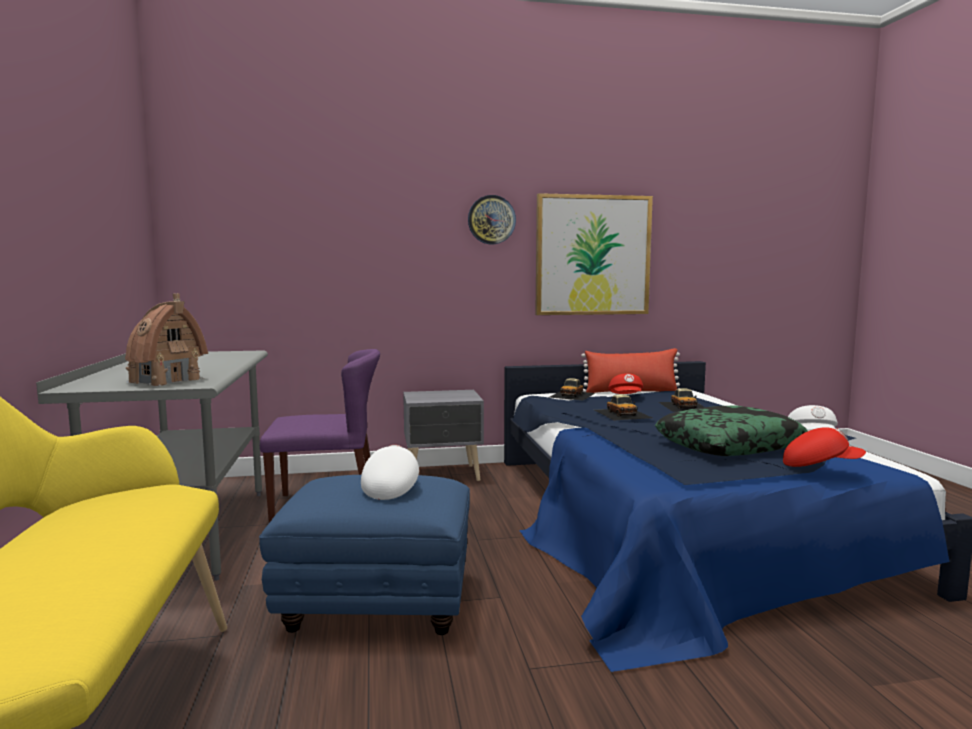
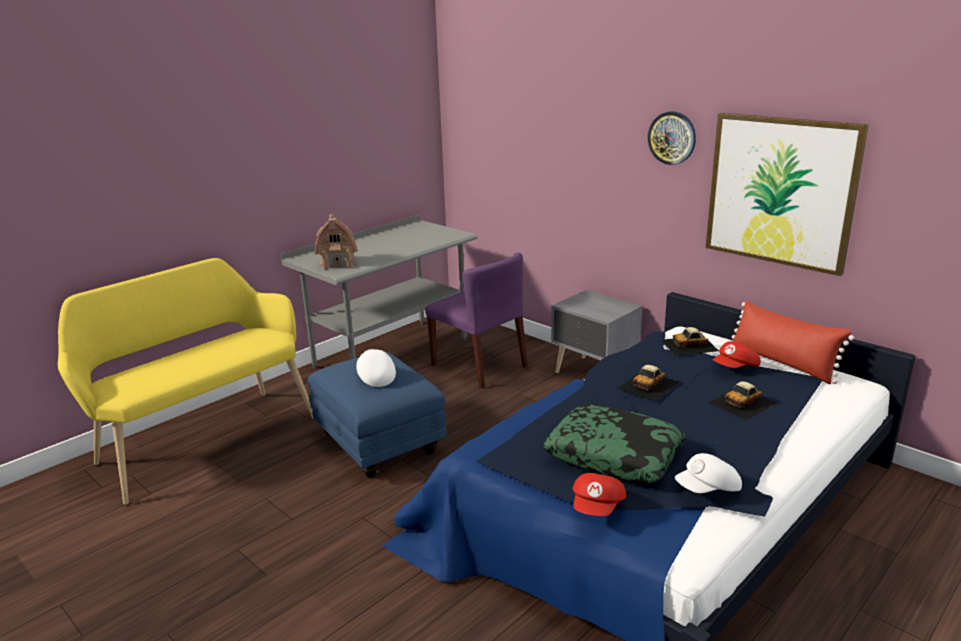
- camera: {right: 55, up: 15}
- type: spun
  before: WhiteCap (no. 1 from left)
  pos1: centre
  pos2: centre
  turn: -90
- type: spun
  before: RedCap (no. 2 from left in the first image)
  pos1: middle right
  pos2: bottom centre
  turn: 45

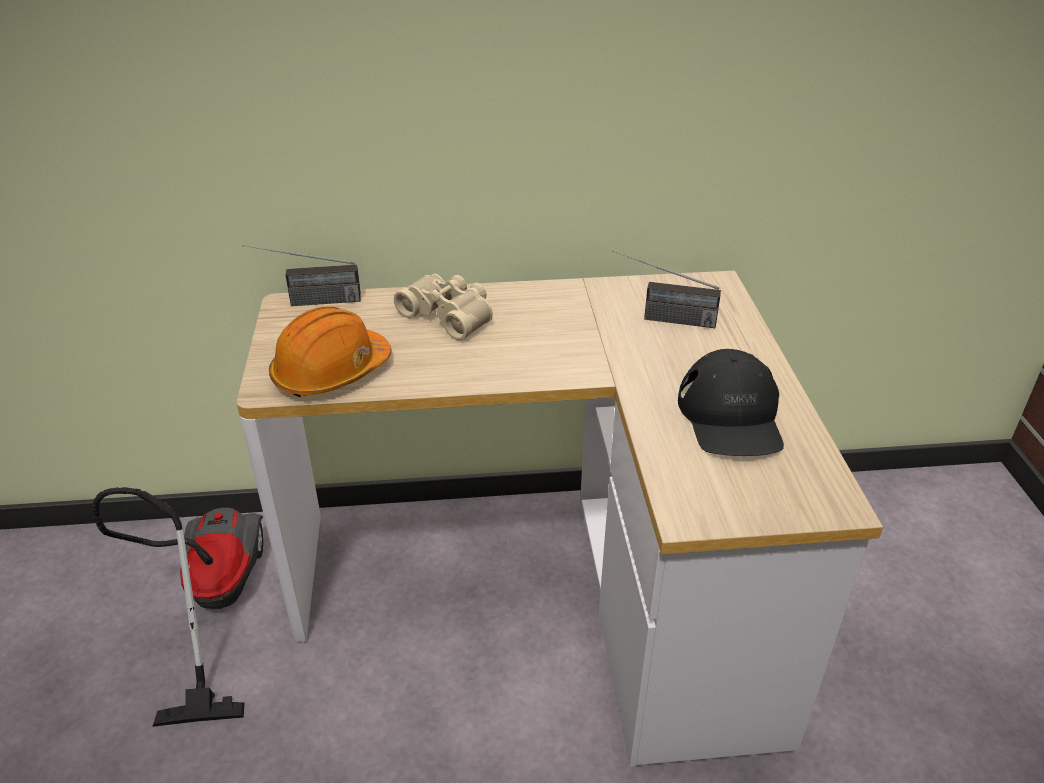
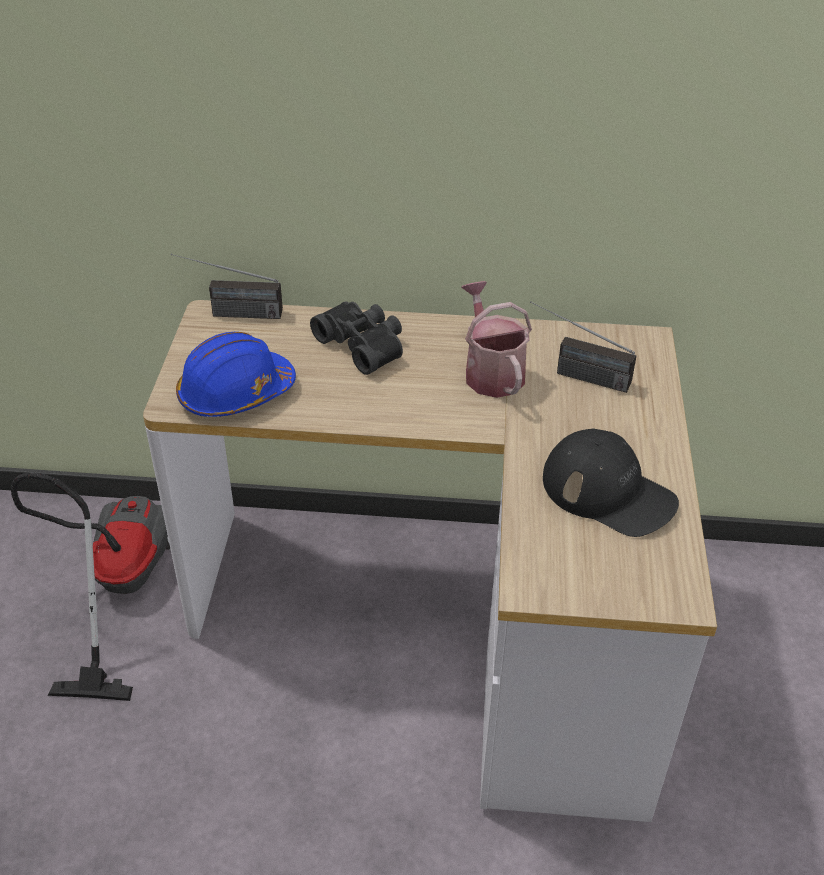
- camera: {right: 10, up: 5}
- type: appeared
  after: WateringCan
  pos2: centre
- type: colour
  before: OrangeHardHat
  after: BlueHardHat
  pos1: middle left
  pos2: middle left
- type: colour
  before: BeigeBinoculars
  after: BlackBinoculars
  pos1: centre
  pos2: centre
- type: spun
  before: BlackCap
  pos1: middle right
  pos2: middle right
  turn: -60

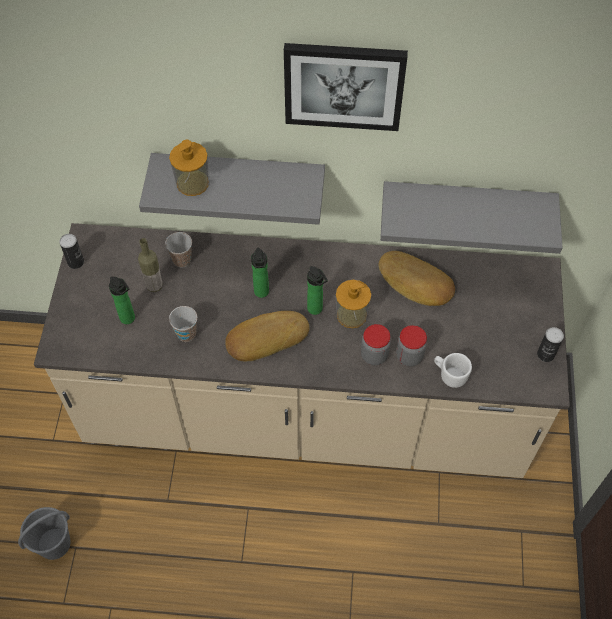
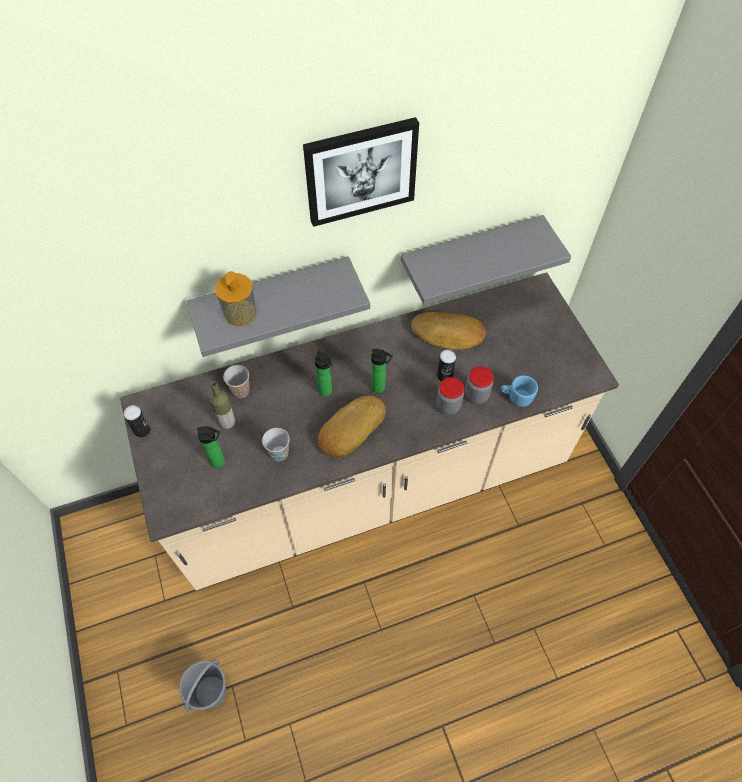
- camera: {right: -25, up: 0}
- type: missing
  before: SoapDispenser (no. 2 from left)
  pos1: centre
- type: relocated
  before: Can (no. 2 from left)
  pos1: middle right
  pos2: centre
- type: colour
  before: WhiteMug
  after: BlueMug
  pos1: middle right
  pos2: middle right

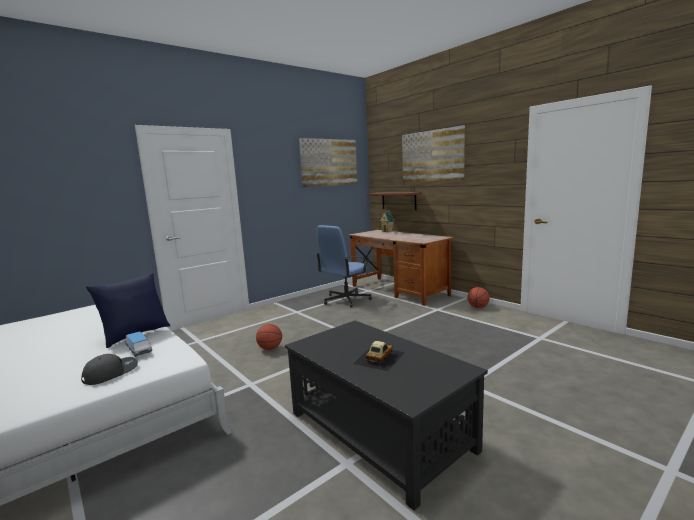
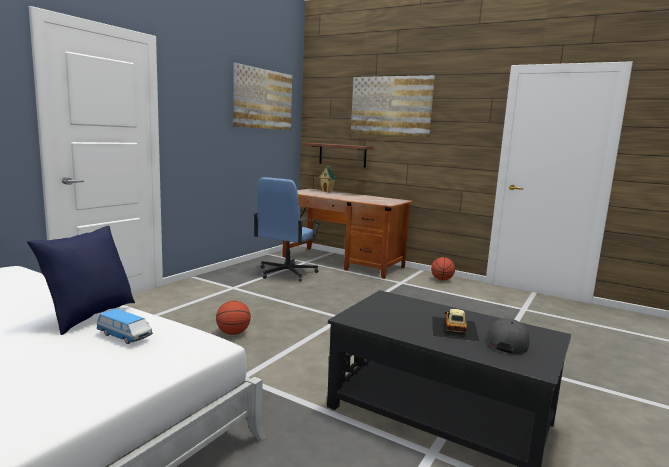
- camera: {right: -20, up: 0}
- type: relocated
  before: GreyCap
  pos1: bottom left
  pos2: bottom right

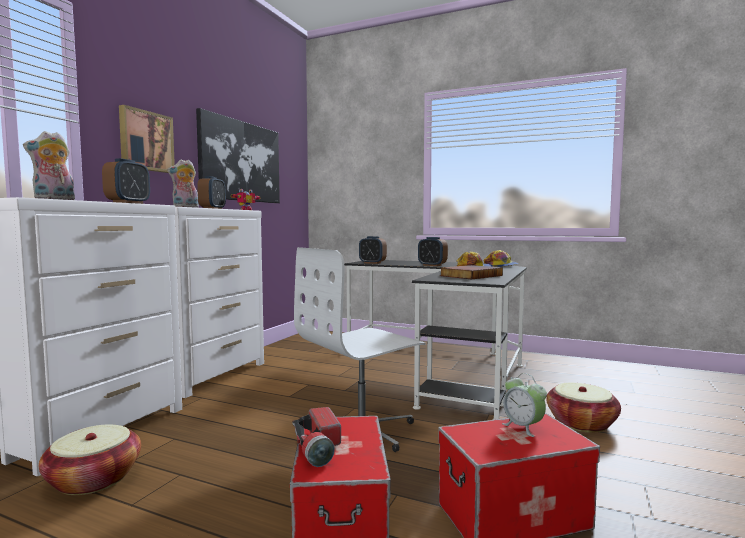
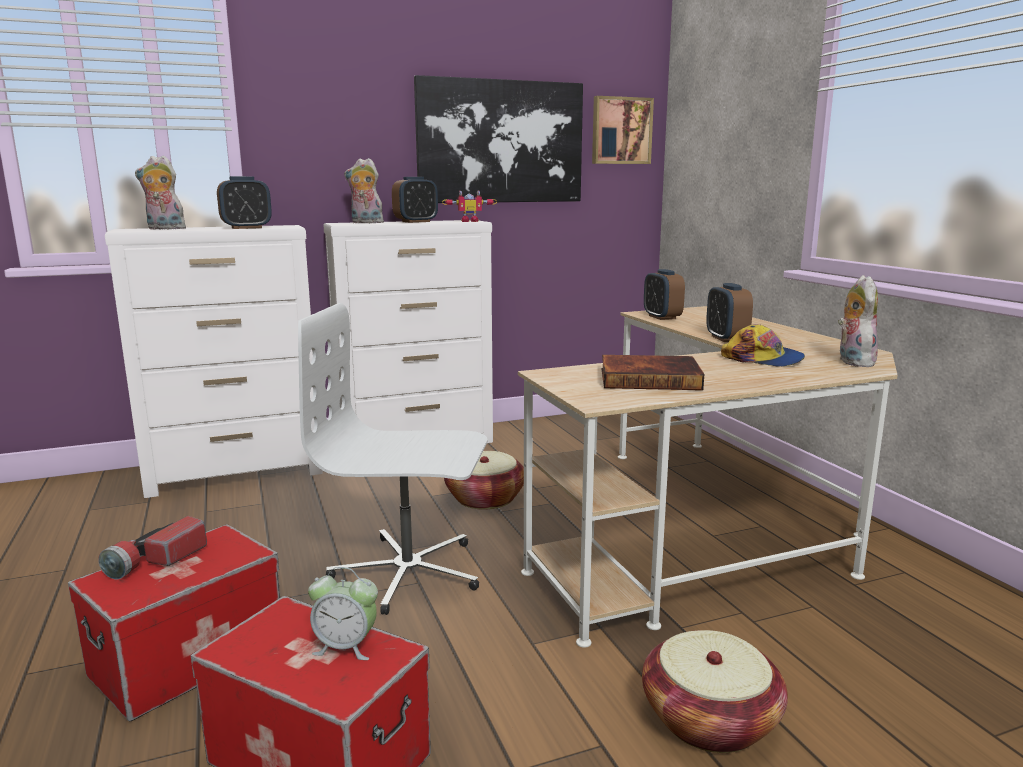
- camera: {right: 45, up: 10}
- type: relocated
  before: Basket (no. 1 from left)
  pos1: bottom left
  pos2: centre
- type: relocated
  before: Picture (no. 1 from left in the first image)
  after: Picture (no. 2 from left)
  pos1: top left
  pos2: top centre
- type: exchanged
  before: Cap (no. 2 from left)
  after: PlushToy (no. 3 from left)
  pos1: middle right
  pos2: middle right
- type: colour
  before: BlackDesk
  after: BeigeDesk
  pos1: centre
  pos2: middle right
- type: spun
  before: AlarmClock (no. 5 from left in the first image)
  pos1: bottom right
  pos2: bottom centre
  turn: -90

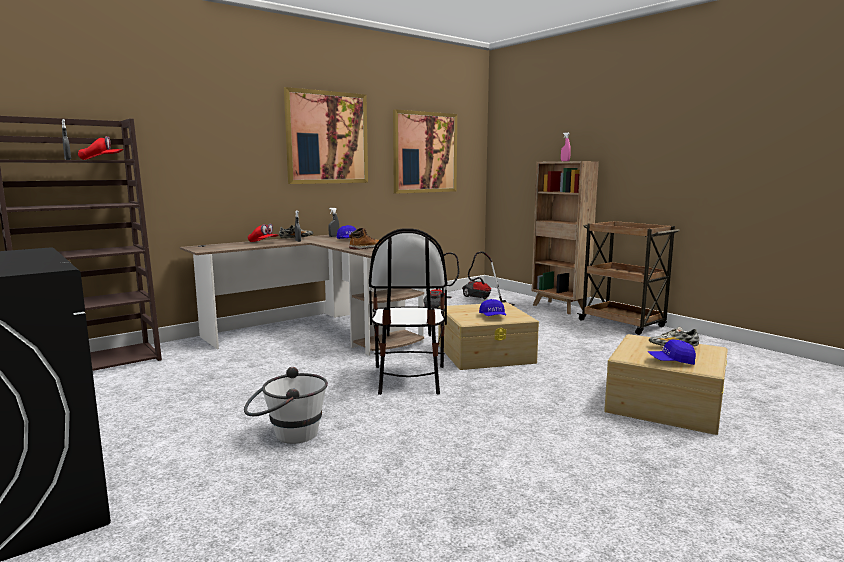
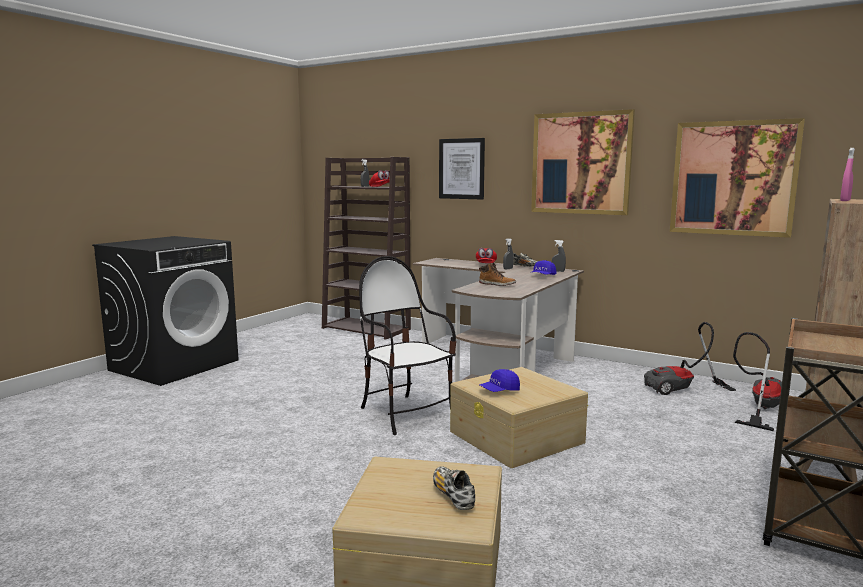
- camera: {right: 70, up: 0}
- type: missing
  before: WhiteBucket
  pos1: bottom centre
- type: missing
  before: BlueCap (no. 3 from left)
  pos1: middle right
- type: appeared
  after: Picture (no. 1 from left)
  pos2: top centre
- type: spun
  before: Chair
  pos1: centre
  pos2: centre
  turn: 75

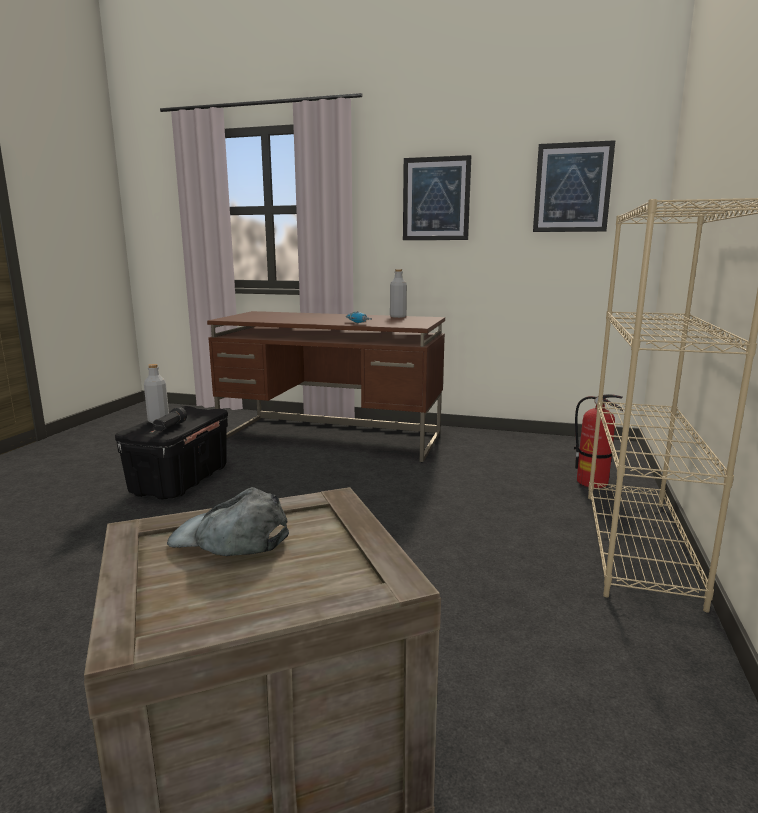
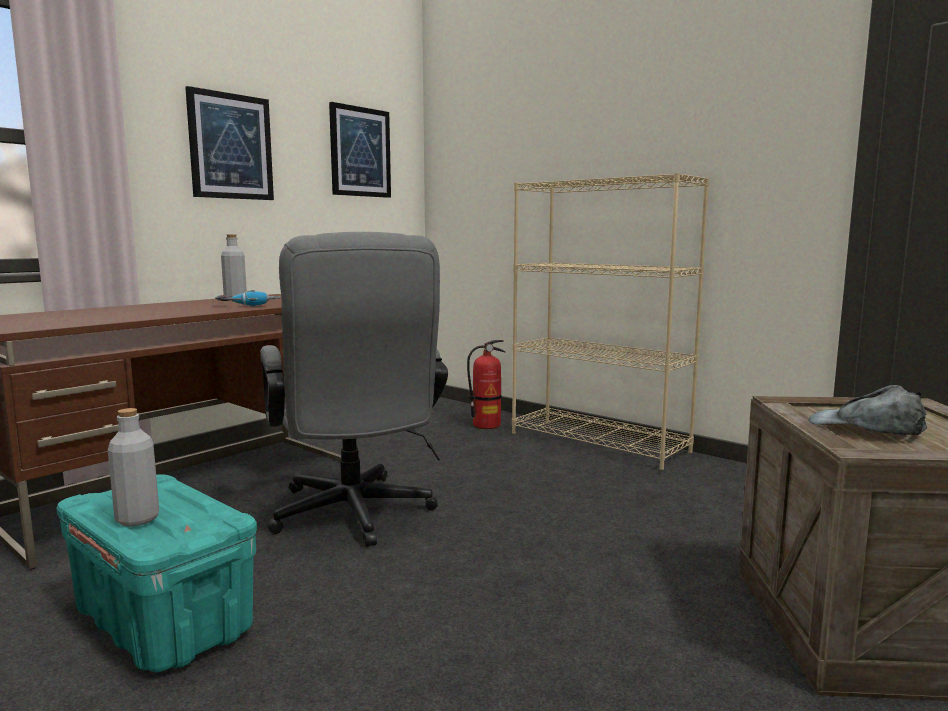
- camera: {right: -65, up: -5}
- type: missing
  before: BlackFlashlight
  pos1: middle left
- type: appeared
  after: GreyOfficeChair
  pos2: centre
- type: colour
  before: BlackStorageBox
  after: TurquoiseStorageBox
  pos1: middle left
  pos2: bottom left
- type: spun
  before: GreyCap
  pos1: middle left
  pos2: middle right
  turn: 90

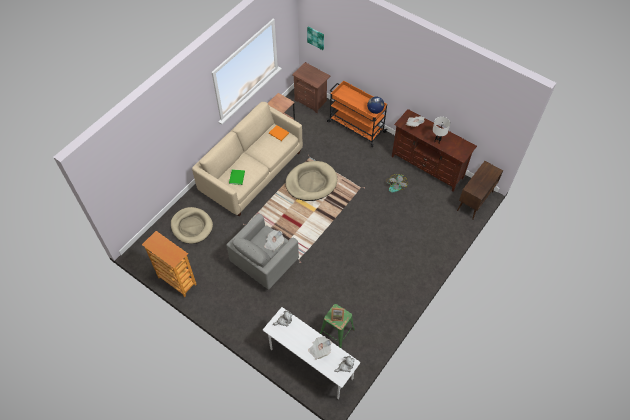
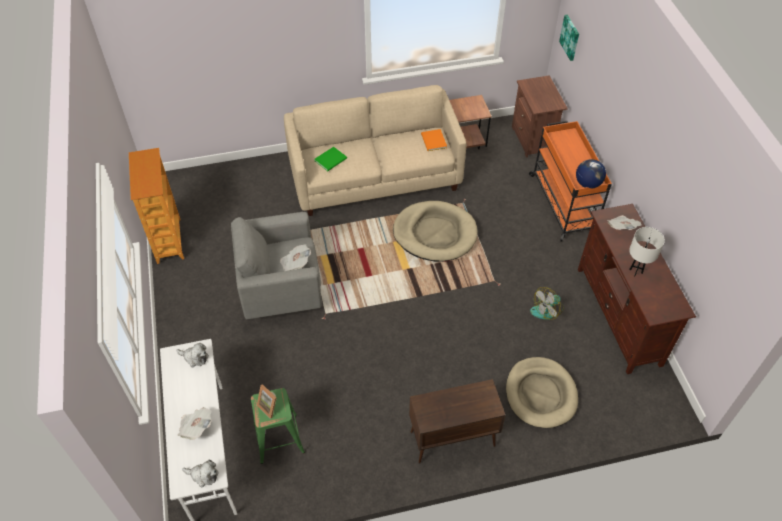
- camera: {right: 40, up: -5}
- type: relocated
  before: BeigeDogBed (no. 1 from left in the first image)
  after: BeigeDogBed (no. 2 from left)
  pos1: middle left
  pos2: bottom right
- type: relocated
  before: BrownCabinet
  pos1: middle right
  pos2: bottom centre

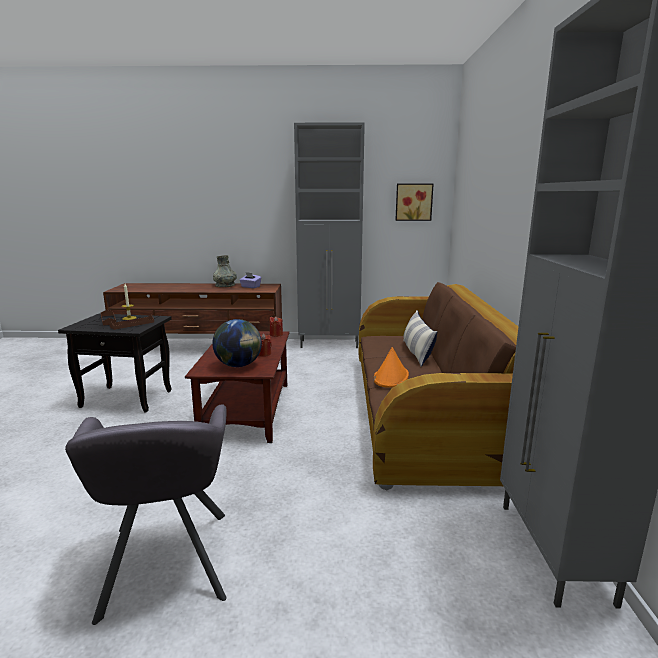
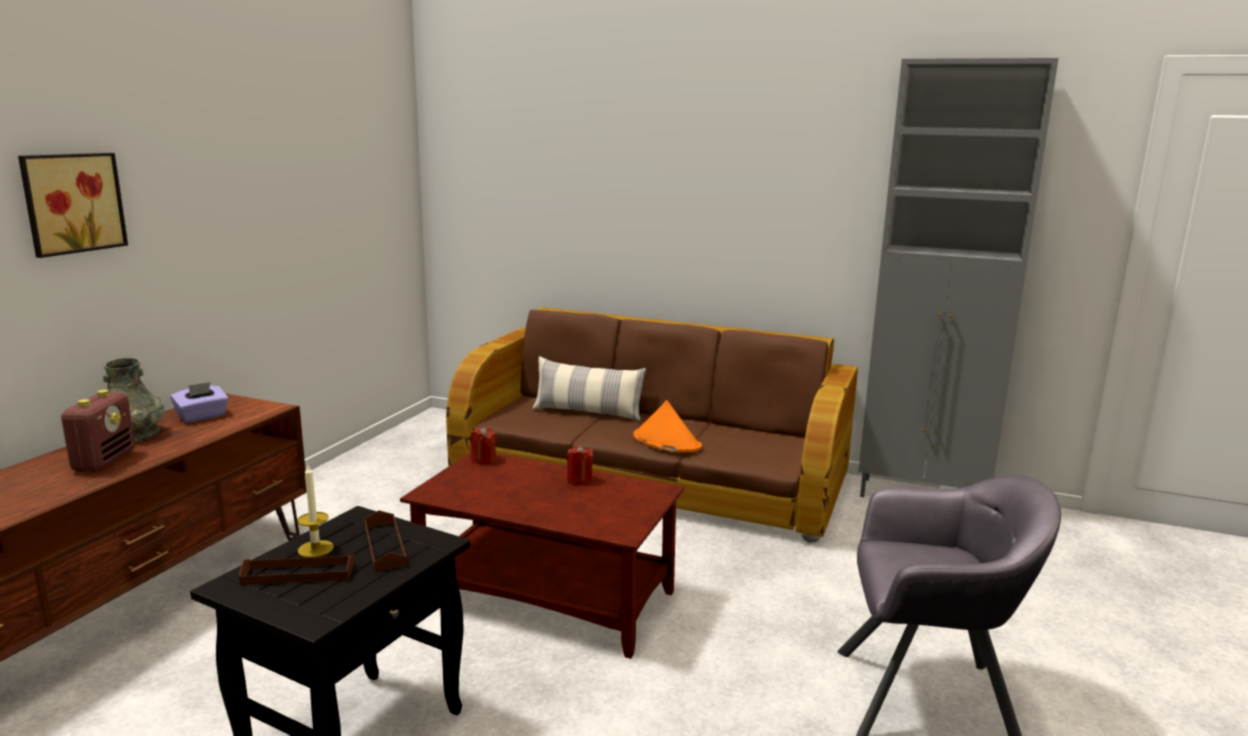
- camera: {right: -70, up: 0}
- type: missing
  before: Globe
  pos1: centre
- type: missing
  before: GreyCabinet (no. 1 from left)
  pos1: centre
- type: appeared
  after: Radio
  pos2: middle left
- type: relocated
  before: Picture
  pos1: top centre
  pos2: top left

